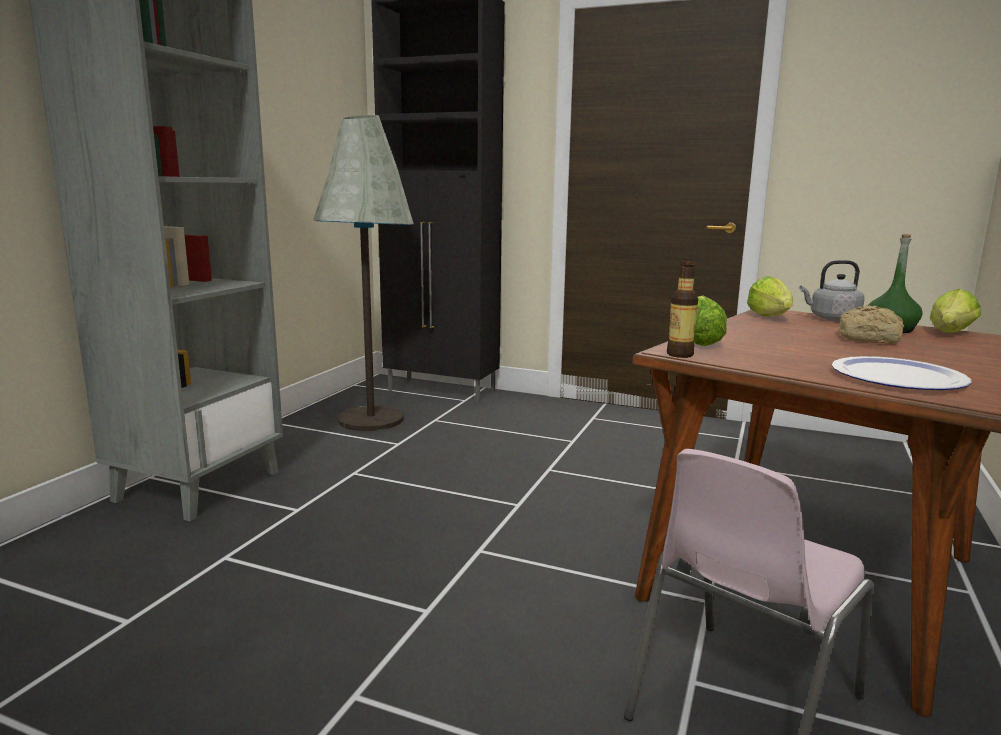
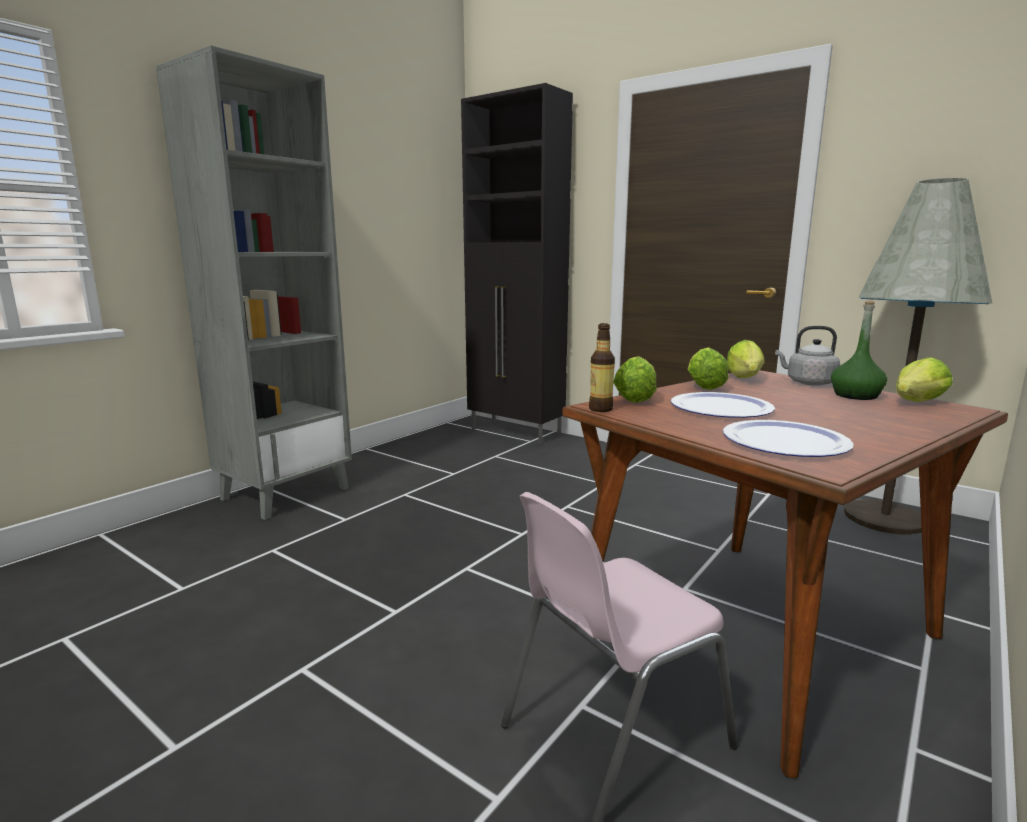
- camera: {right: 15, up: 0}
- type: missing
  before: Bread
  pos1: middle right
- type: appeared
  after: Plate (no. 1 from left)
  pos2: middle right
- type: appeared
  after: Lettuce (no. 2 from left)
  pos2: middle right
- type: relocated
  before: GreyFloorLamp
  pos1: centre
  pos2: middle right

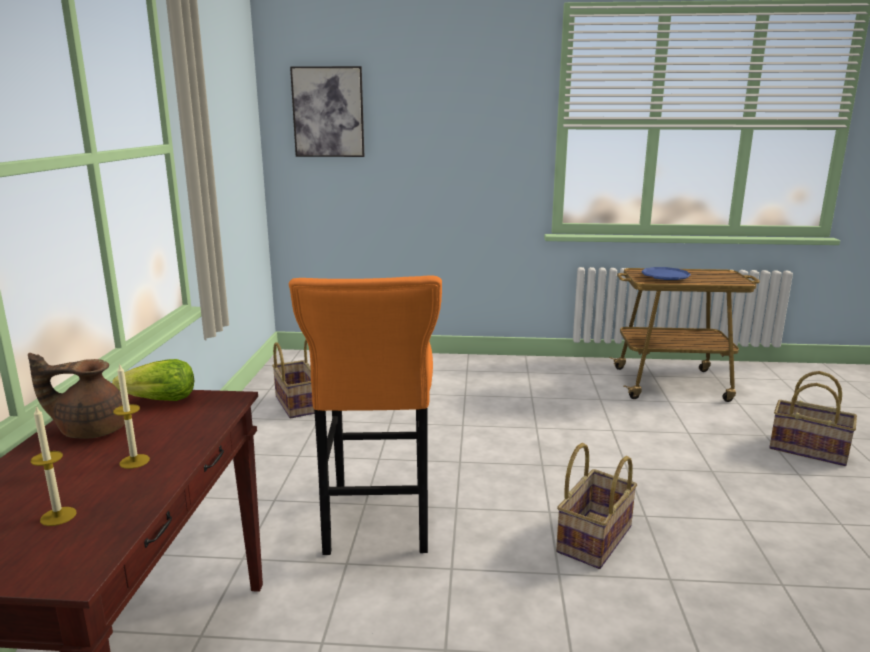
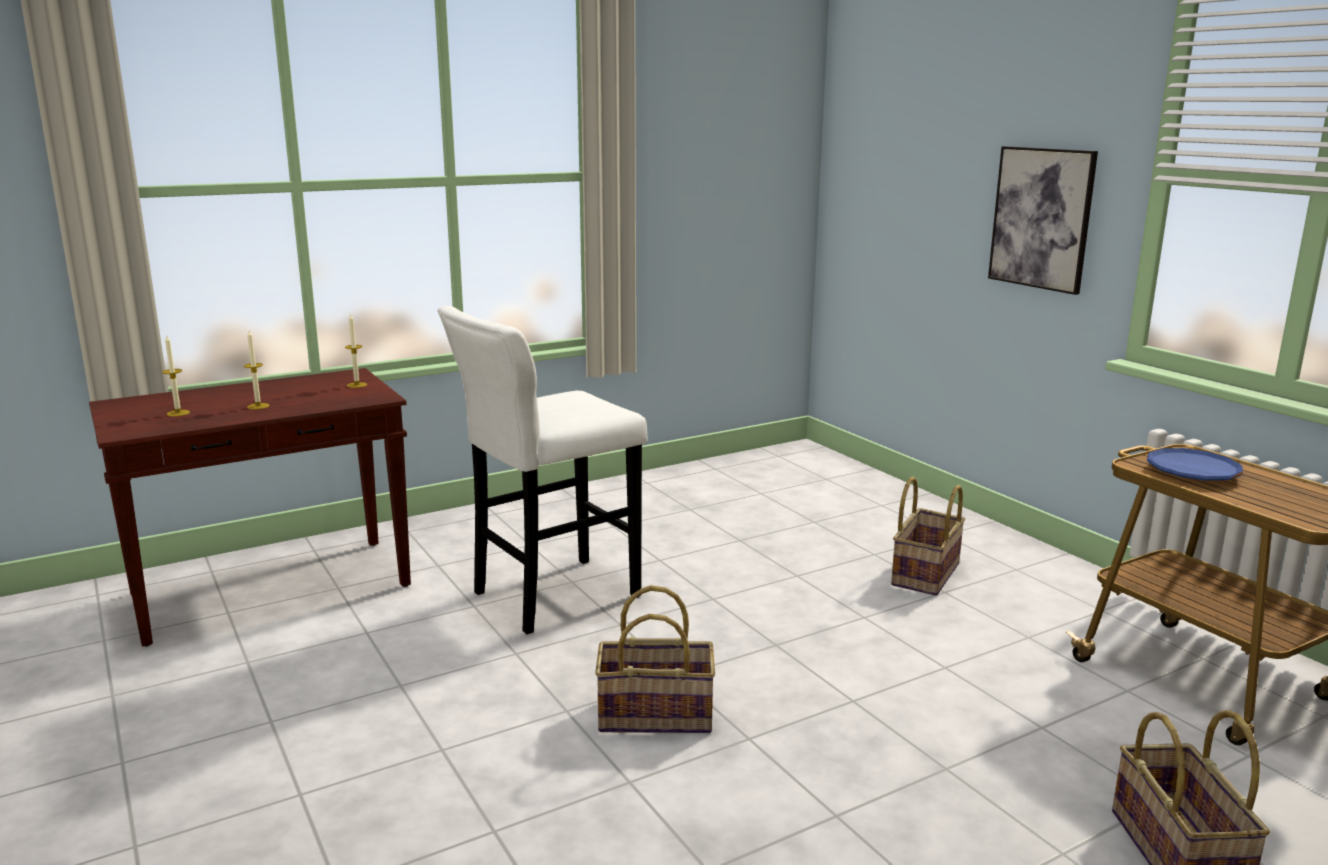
- camera: {right: 55, up: 0}
- type: missing
  before: BrownTeapot
  pos1: middle left
- type: relocated
  before: Basket (no. 1 from left in the first image)
  after: Basket (no. 2 from left)
  pos1: centre
  pos2: middle right
- type: relocated
  before: Picture
  pos1: top centre
  pos2: top right
- type: exchanged
  before: Lettuce
  after: Candle (no. 3 from left)
  pos1: middle left
  pos2: middle left
- type: colour
  before: OrangeStool
  after: WhiteStool
  pos1: centre
  pos2: centre

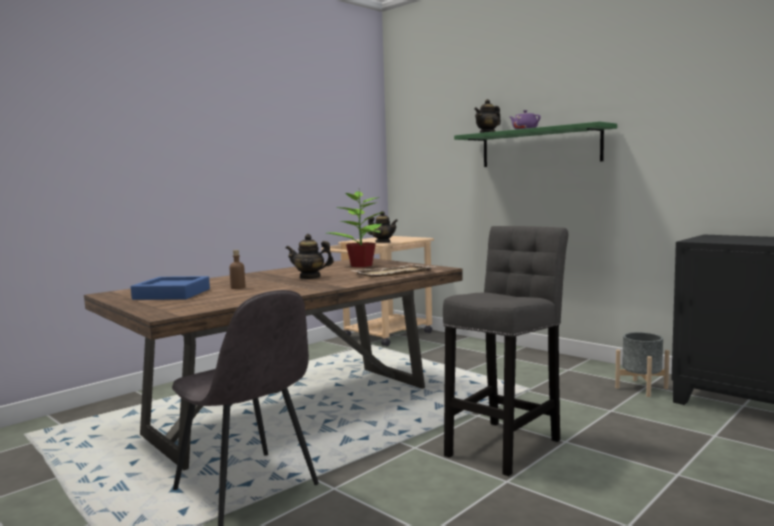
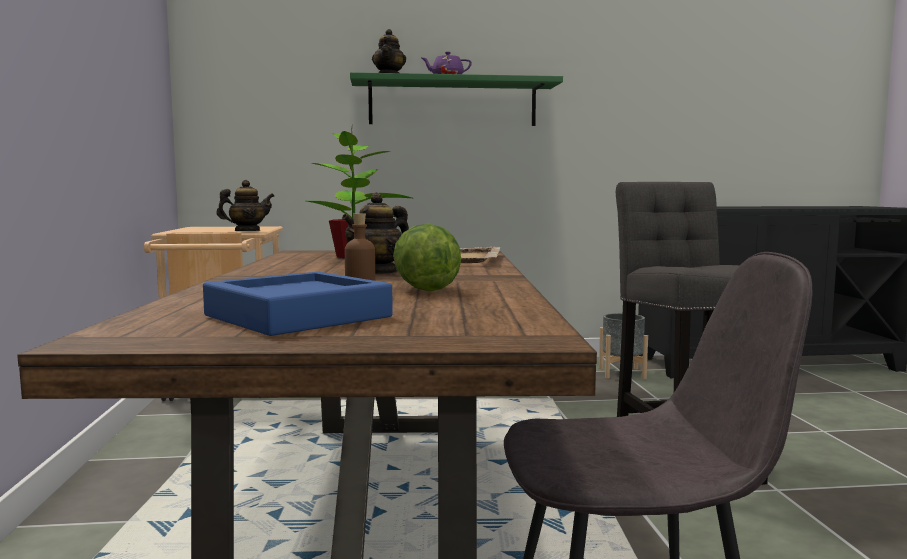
- camera: {right: -50, up: 0}
- type: appeared
  after: Lettuce
  pos2: centre

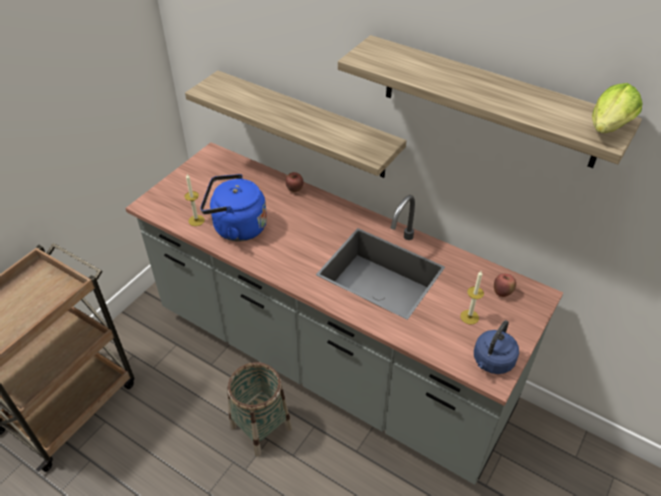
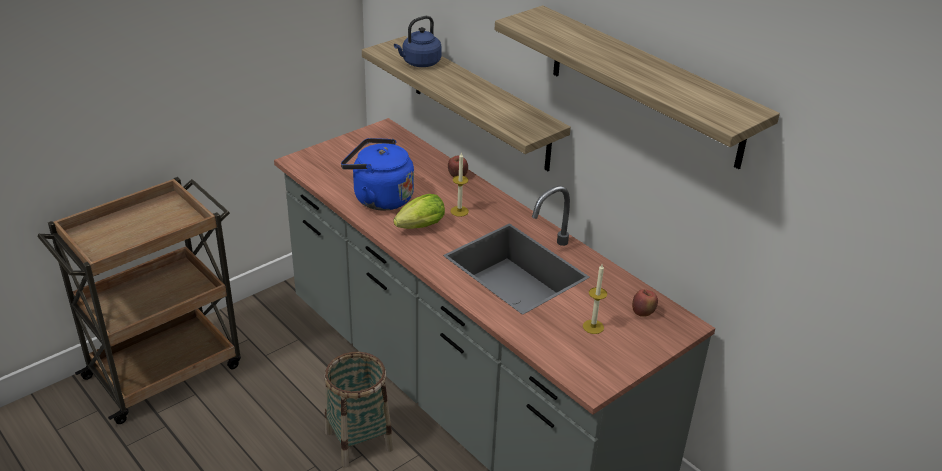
- camera: {right: 15, up: -10}
- type: relocated
  before: Candle (no. 1 from left)
  pos1: middle left
  pos2: centre
- type: relocated
  before: BlueKettle (no. 2 from left)
  pos1: bottom right
  pos2: top centre
- type: relocated
  before: Lettuce
  pos1: top right
  pos2: centre

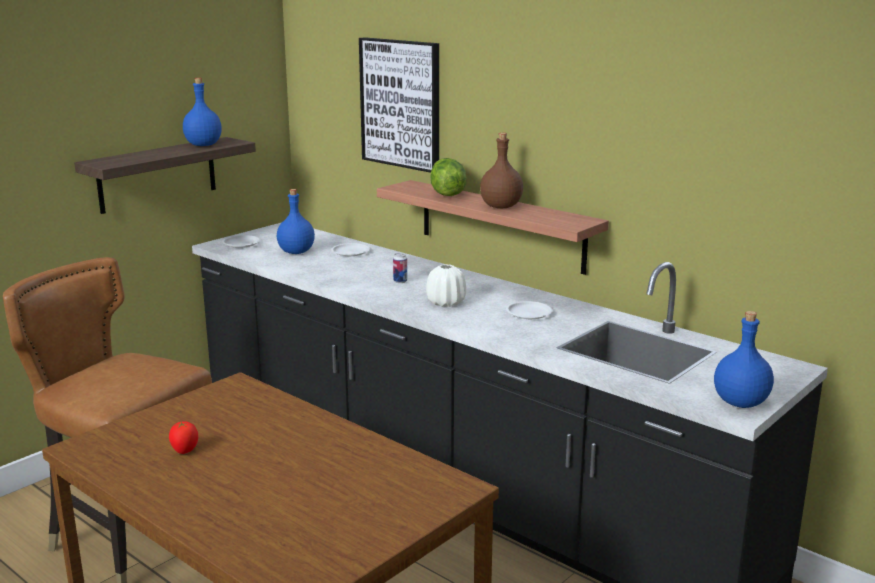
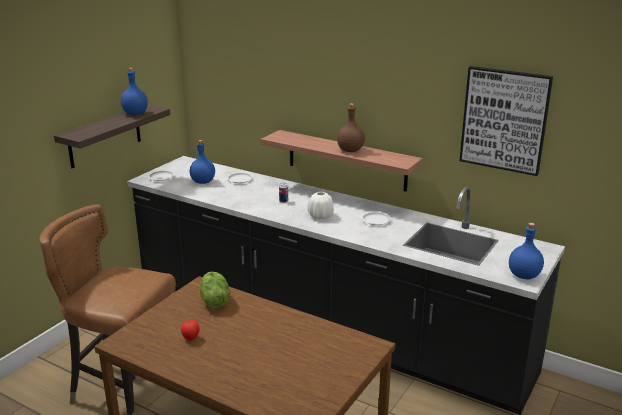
- camera: {right: -10, up: 5}
- type: relocated
  before: Picture
  pos1: top centre
  pos2: top right
- type: relocated
  before: Lettuce
  pos1: top centre
  pos2: bottom centre

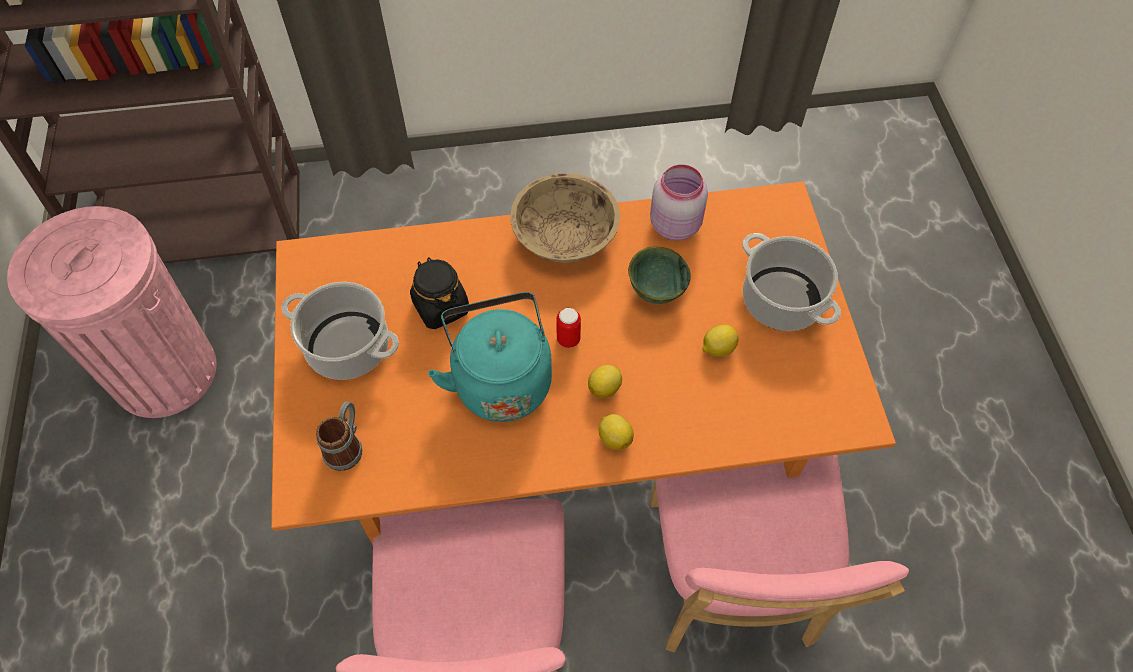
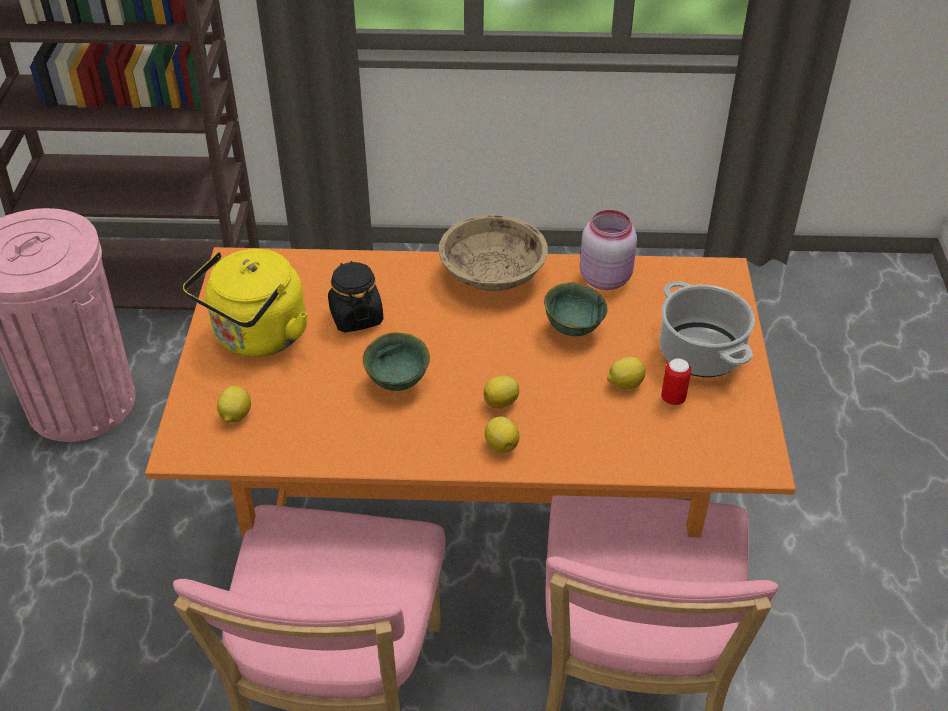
- camera: {right: 10, up: -15}
- type: relocated
  before: Can
  pos1: centre
  pos2: middle right
- type: exchanged
  before: CookingPot (no. 1 from left)
  after: YellowKettle
  pos1: middle left
  pos2: middle left
- type: exchanged
  before: Mug
  after: Lemon (no. 1 from left)
  pos1: middle left
  pos2: middle left
- type: exchanged
  before: TurquoiseKettle
  after: GreenBowl (no. 1 from left)
  pos1: centre
  pos2: centre

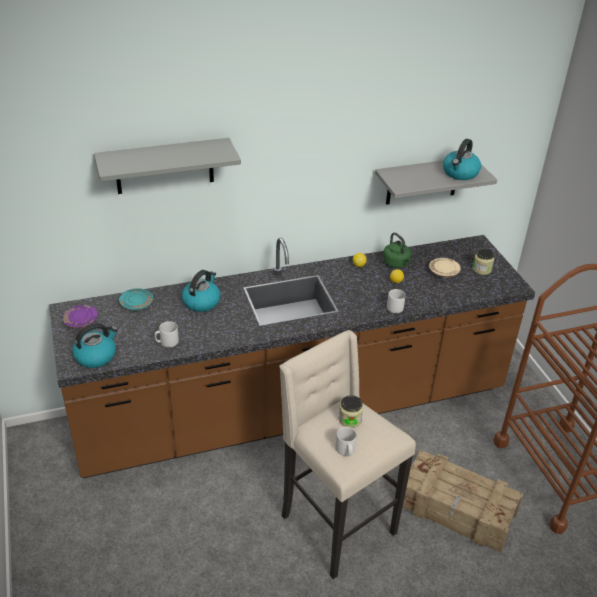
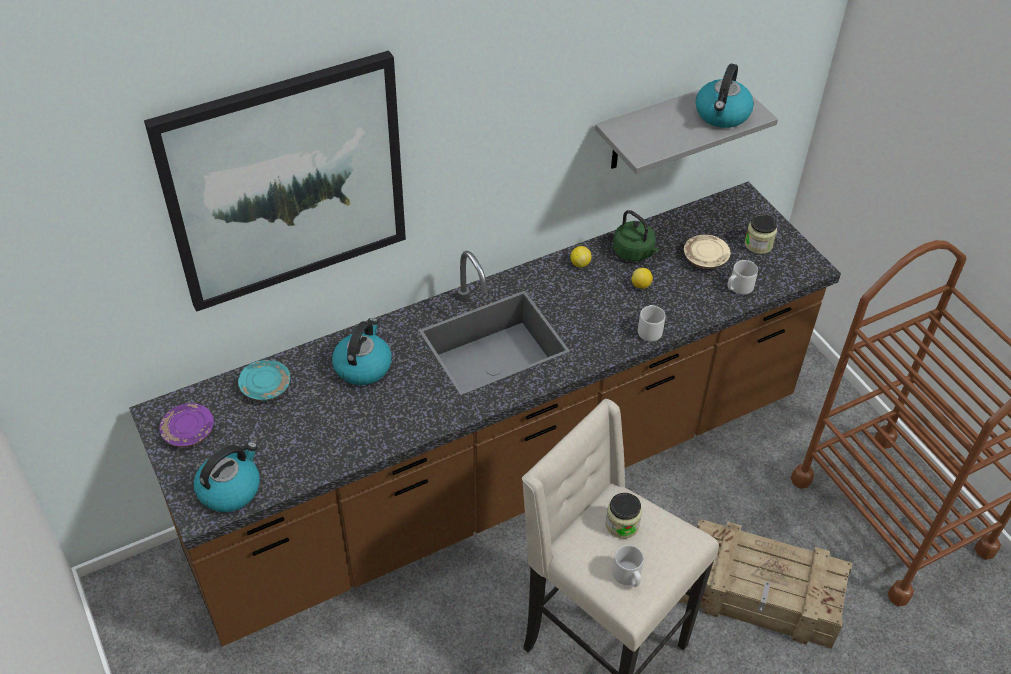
- camera: {right: -10, up: 10}
- type: relocated
  before: GreyMug (no. 1 from left in the first image)
  after: GreyMug (no. 3 from left)
  pos1: middle left
  pos2: middle right
- type: exchanged
  before: GreyShelf (no. 1 from left)
  after: Picture
  pos1: top left
  pos2: top left

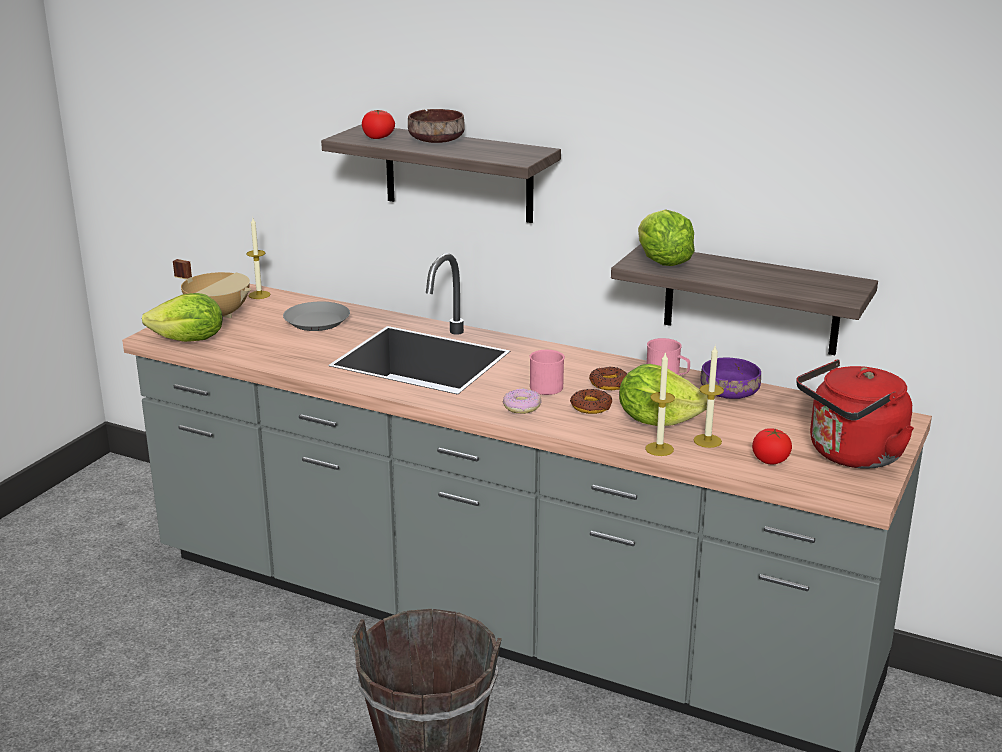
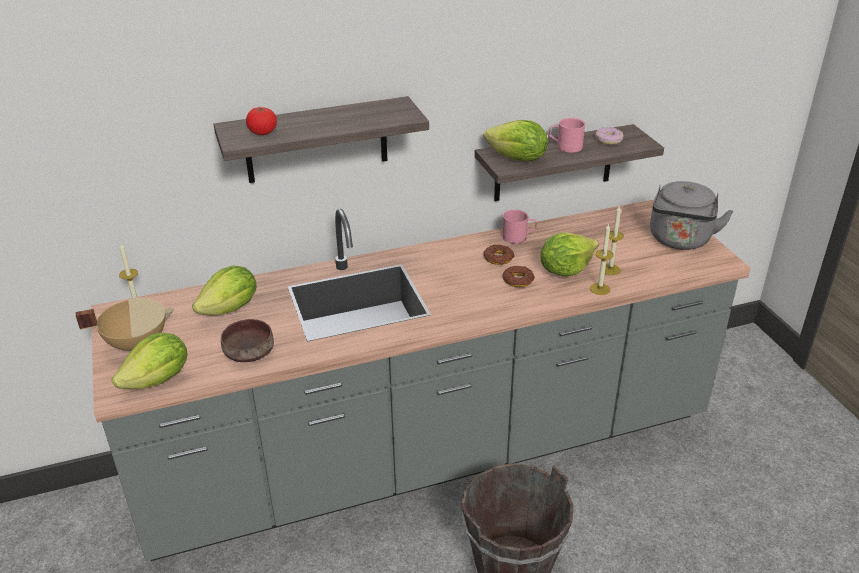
- camera: {right: -45, up: 10}
- type: missing
  before: PurpleBowl
  pos1: middle right
- type: missing
  before: Tomato (no. 2 from left)
  pos1: middle right
- type: relocated
  before: BrownBowl
  pos1: top centre
  pos2: middle left
- type: relocated
  before: Donut (no. 1 from left in the first image)
  after: Donut (no. 3 from left)
  pos1: centre
  pos2: top right
- type: relocated
  before: PinkMug (no. 1 from left in the first image)
  after: PinkMug (no. 2 from left)
  pos1: centre
  pos2: top centre
- type: exchanged
  before: GreyPlate
  after: Lettuce (no. 2 from left)
  pos1: middle left
  pos2: middle left
- type: colour
  before: RedKettle
  after: GreyKettle
  pos1: middle right
  pos2: middle right

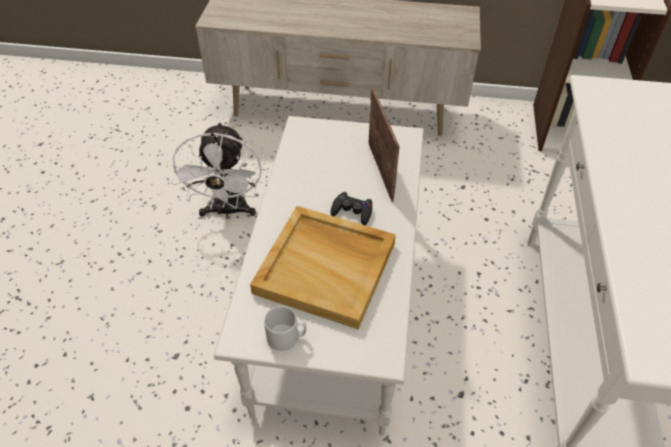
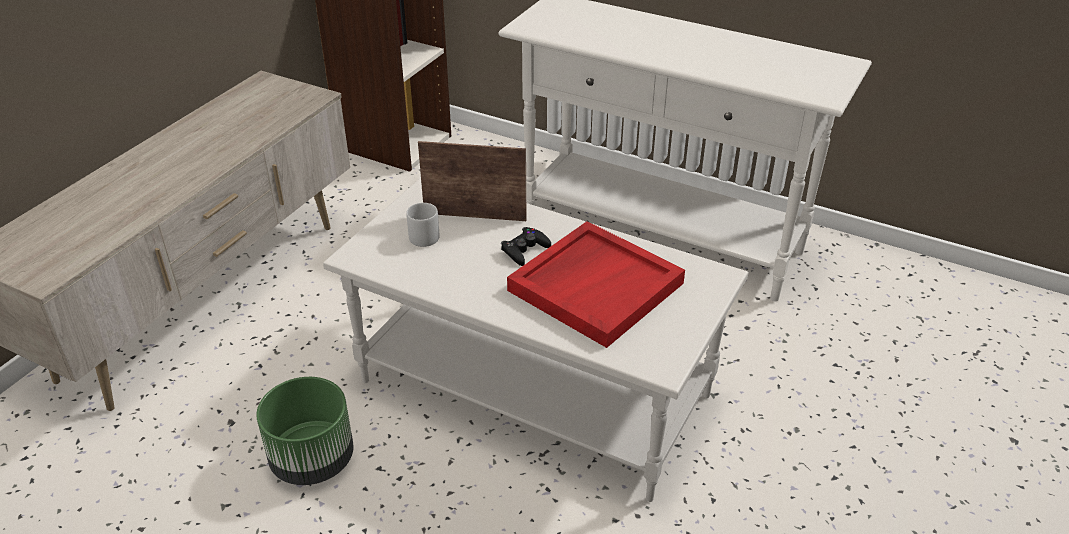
- camera: {right: -70, up: -10}
- type: relocated
  before: GreyMug
  pos1: bottom centre
  pos2: centre
- type: exchanged
  before: WhiteFan
  after: GreenPlanter
  pos1: middle left
  pos2: bottom left
- type: colour
  before: BeigeTray
  after: RedTray
  pos1: centre
  pos2: centre

